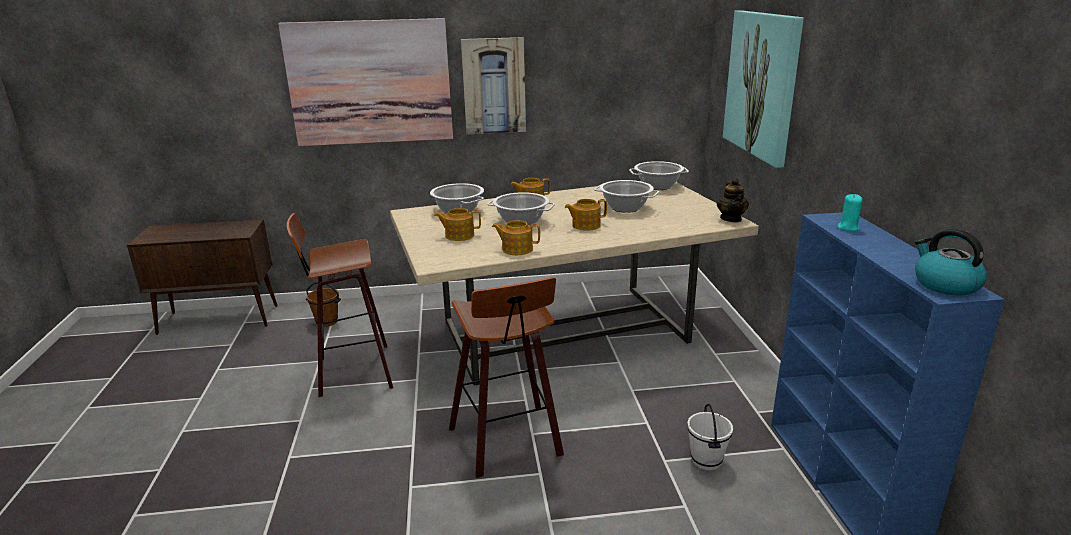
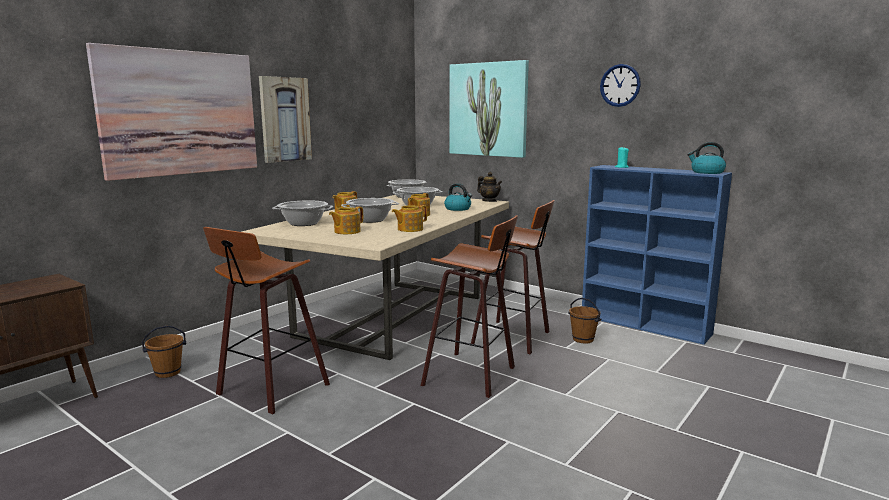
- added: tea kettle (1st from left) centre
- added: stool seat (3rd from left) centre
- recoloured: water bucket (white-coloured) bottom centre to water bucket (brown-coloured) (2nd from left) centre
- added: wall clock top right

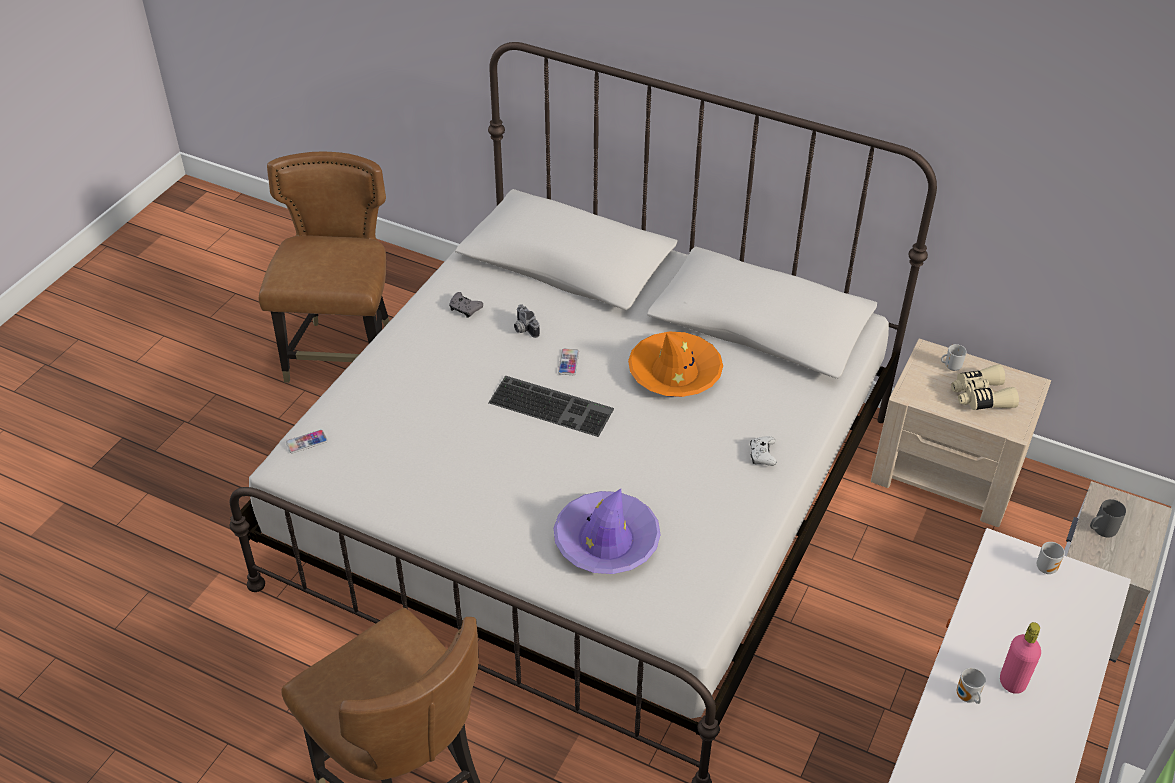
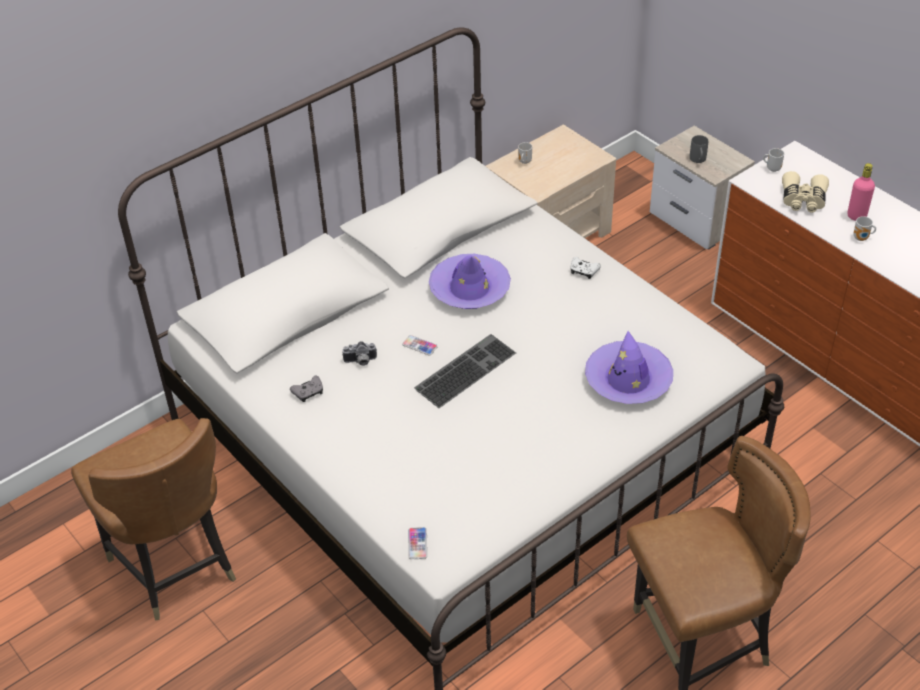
- turned: chair (brown-coloured) (1st from left) middle left = bottom left 150 degrees counterclockwise
- recoloured: clothing hat (orange) centre to clothing hat (purple) (1st from left) centre
- moved: field glasses (sand-coloured) middle right to top right

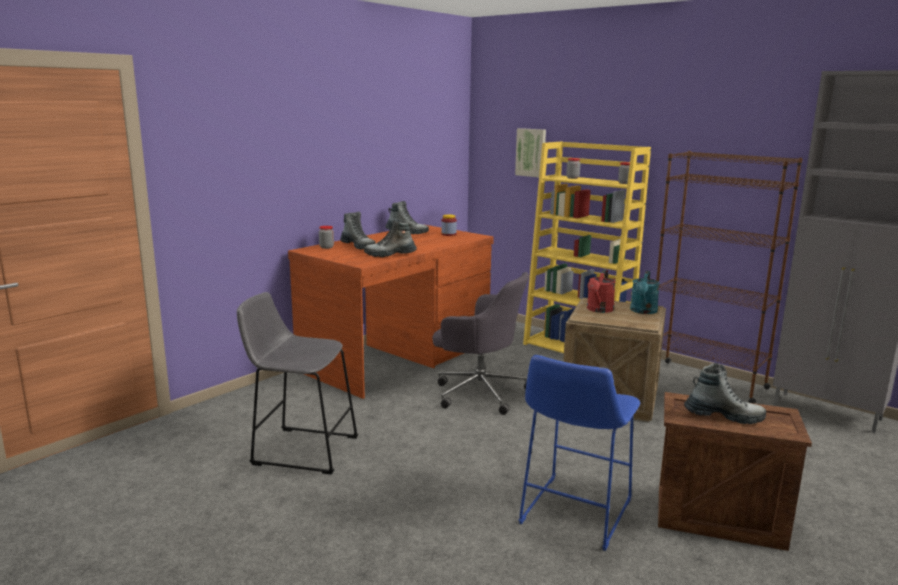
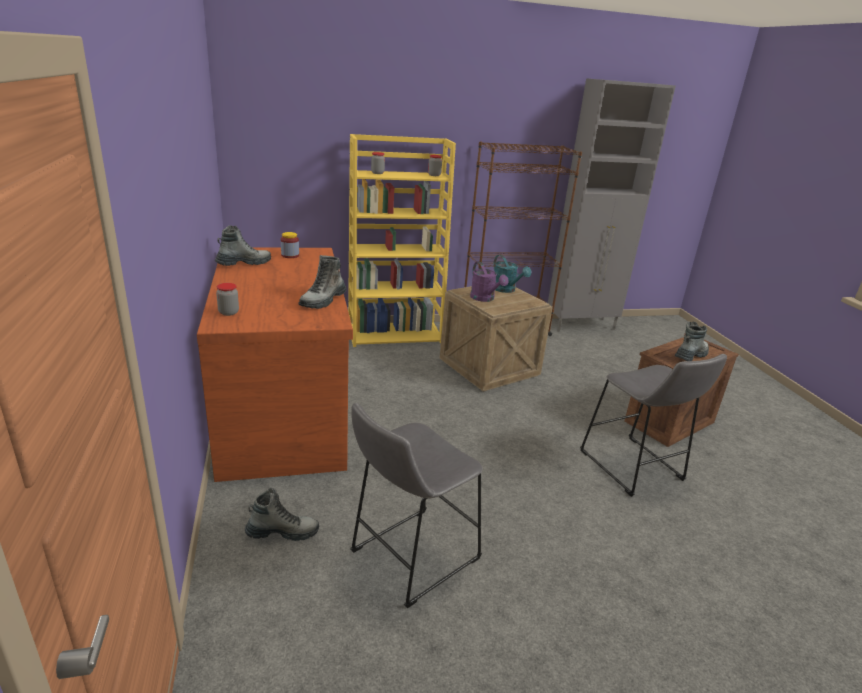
- moved: boot (1st from left in the first image) centre to boot (2nd from left) bottom left
- recoloured: watering pot (red) middle right to watering pot (purple) centre
- recoloured: stool seat (blue-coloured) bottom centre to stool seat (greyish) (2nd from left) middle right
- removed: desk chair (greyish) centre
- removed: wall picture top centre

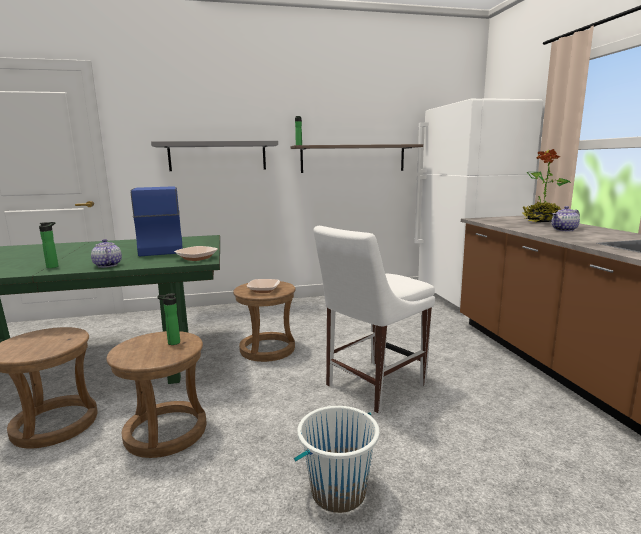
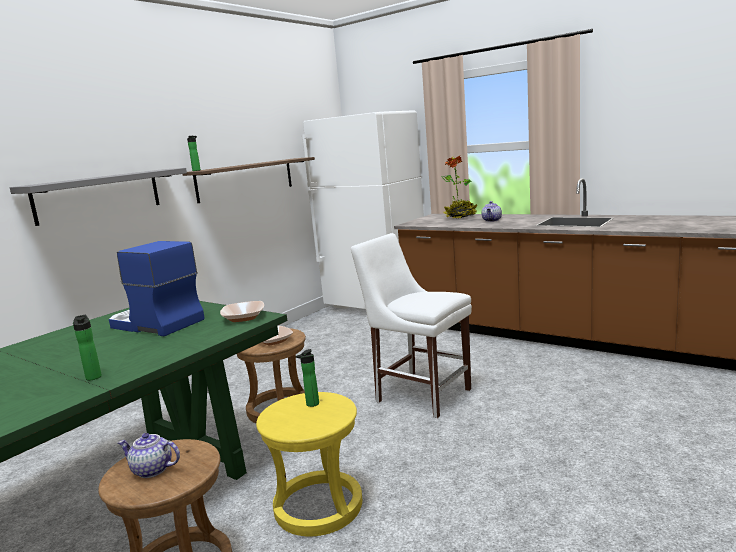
- moved: tea pot (1st from left) middle left to bottom left
- recoloured: stool seat (brown-coloured) (2nd from left) bottom left to stool seat (yellow) bottom centre
- turned: chair (white-coloured) centre = centre 120 degrees clockwise
- removed: water bucket (white-coloured) bottom centre

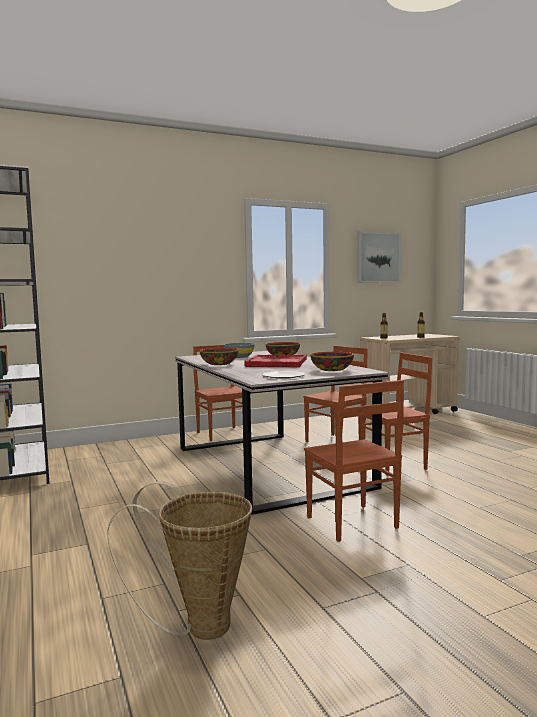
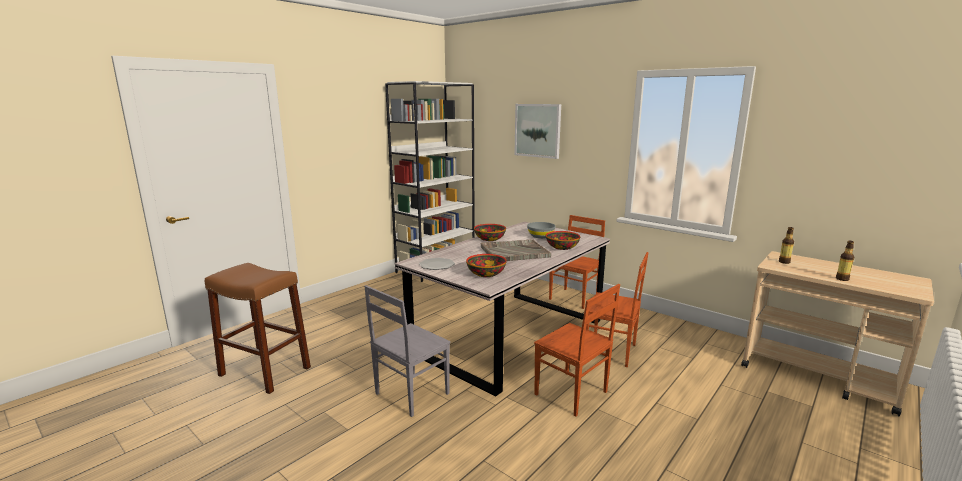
- replaced: storage basket bottom centre to stool seat (brown-coloured) bottom left
- recoloured: chair (brown-coloured) (3rd from left) centre to chair (greyish) bottom centre
- recoloured: tray (red) centre to tray (greyish) centre
- moved: wall picture middle right to top centre

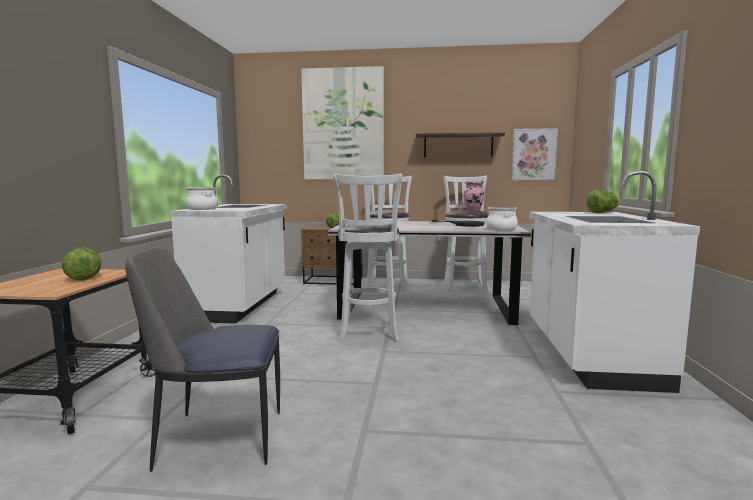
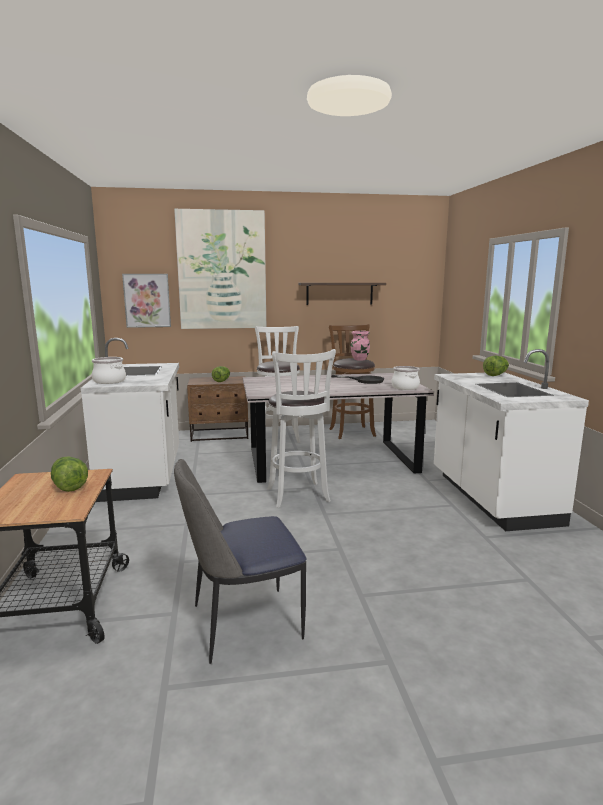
- moved: wall picture (2nd from left in the first image) top right to wall picture (1st from left) middle left
- recoloured: stool seat (white-coloured) (3rd from left) centre to stool seat (brown-coloured) centre

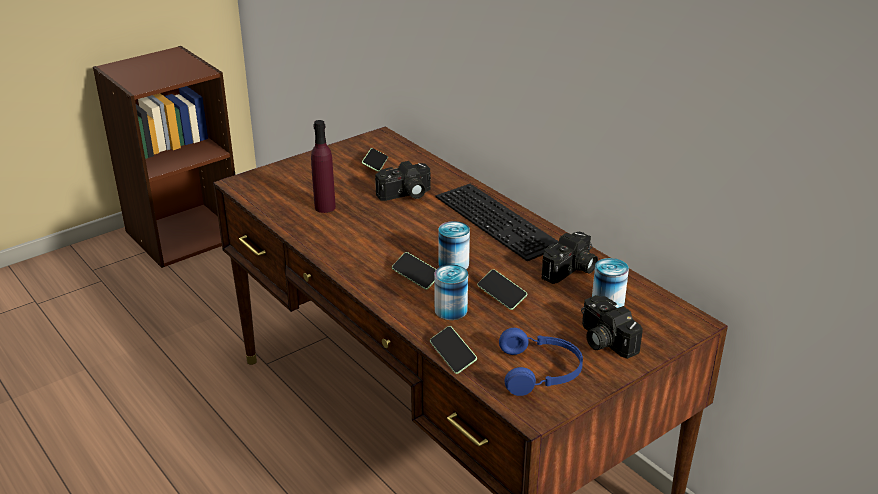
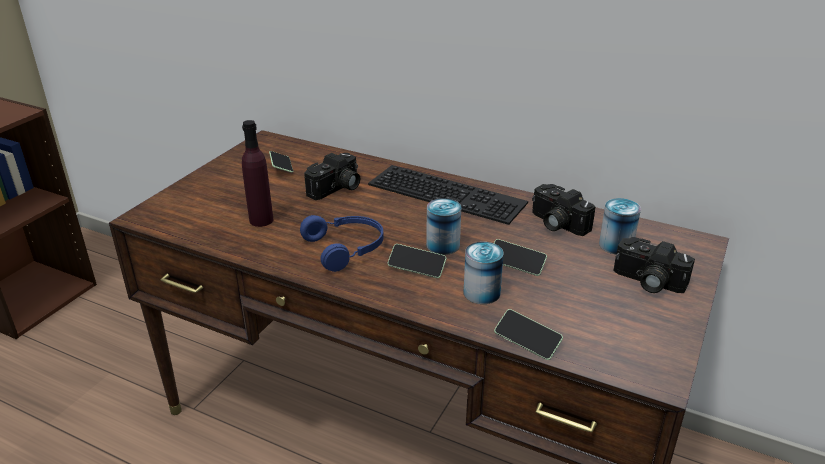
- moved: headset (blue-coloured) bottom centre to centre
- turned: still camera (2nd from left) centre = middle right 120 degrees clockwise

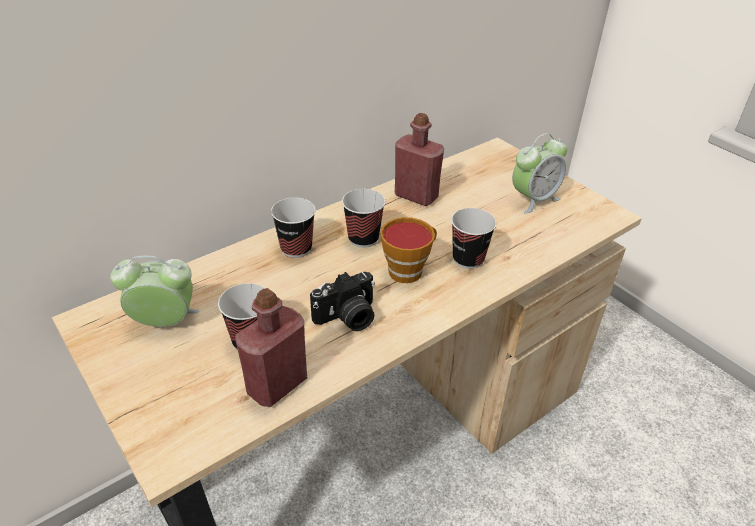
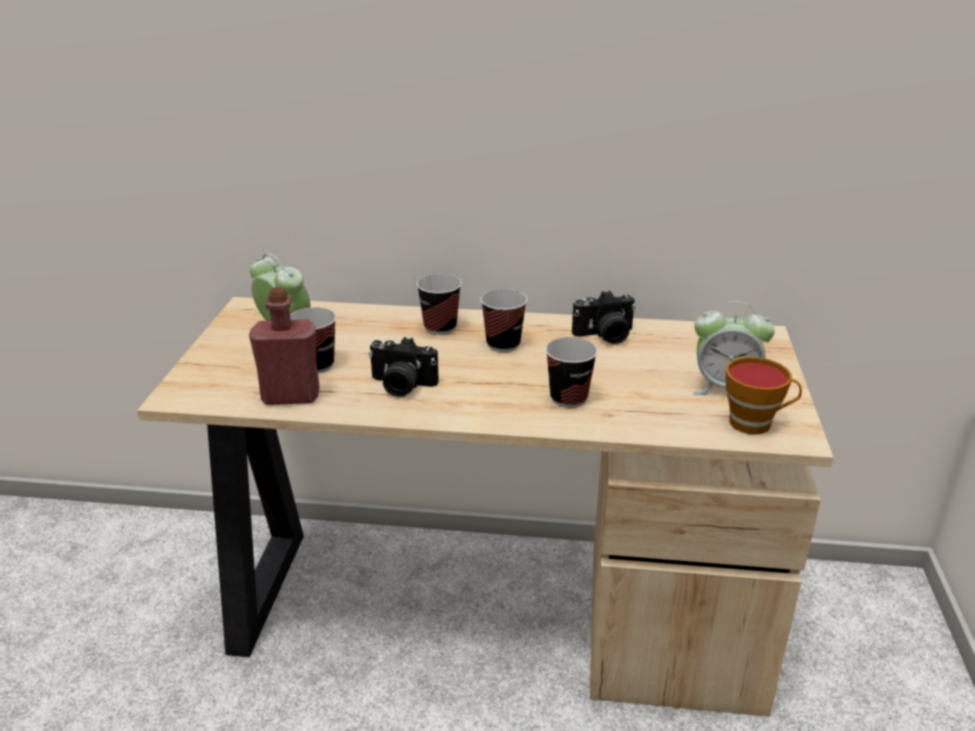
- replaced: drink bottle (red) (2nd from left) top centre to still camera (2nd from left) centre
- moved: cup (4th from left in the first image) centre to cup (5th from left) middle right

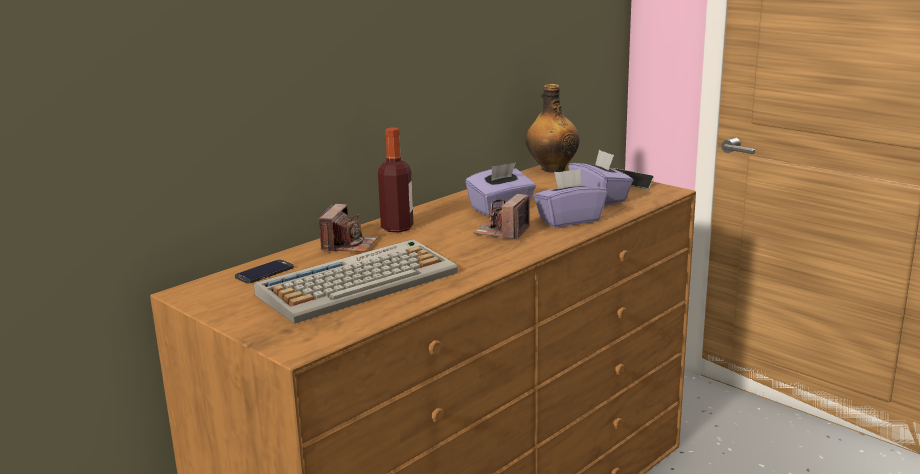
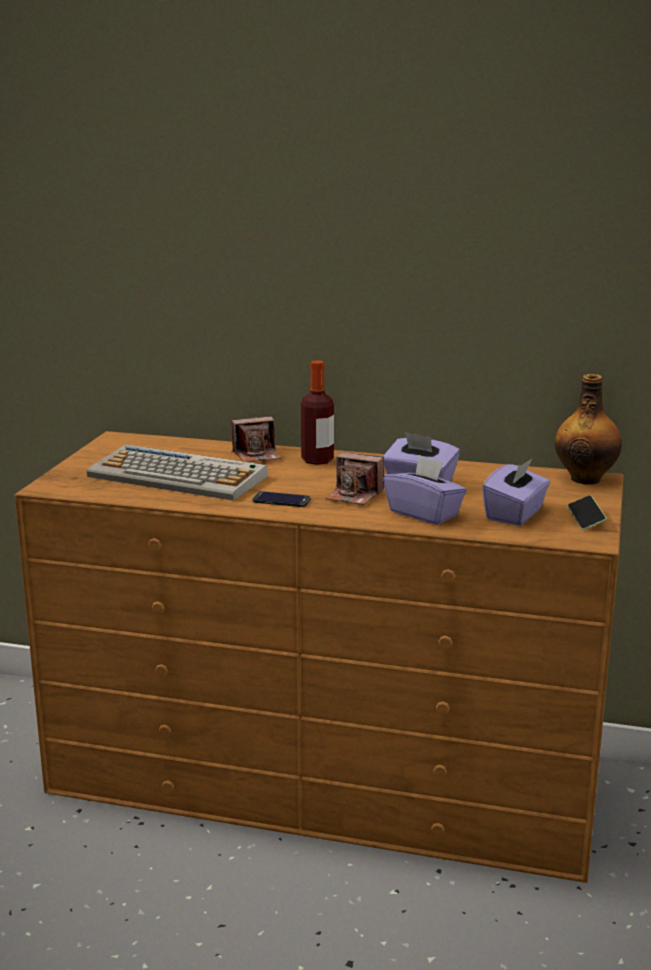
- moved: phone (1st from left) middle left to centre
- turned: still camera (2nd from left) centre = centre 150 degrees counterclockwise

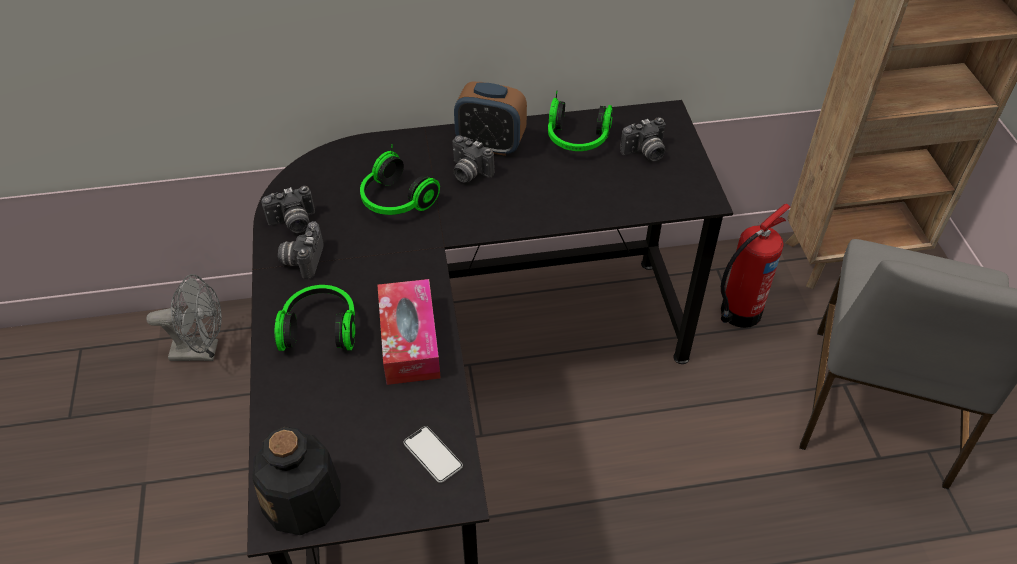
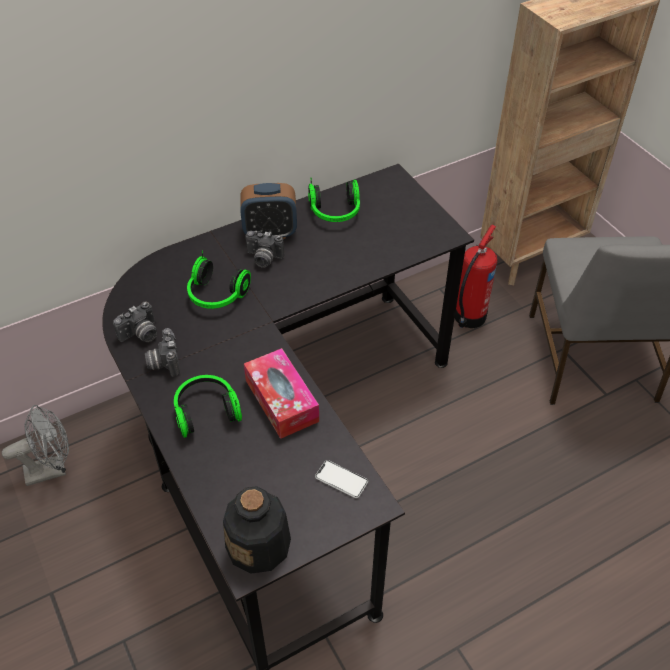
- removed: still camera (4th from left) top centre

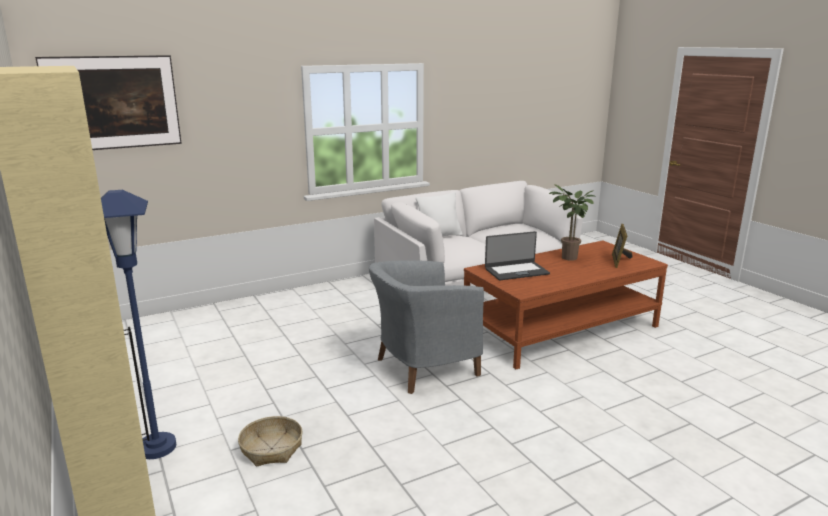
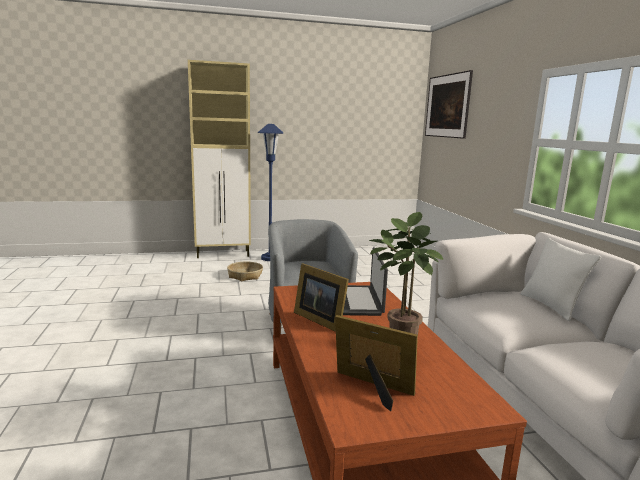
- added: photo frame (1st from left) centre

